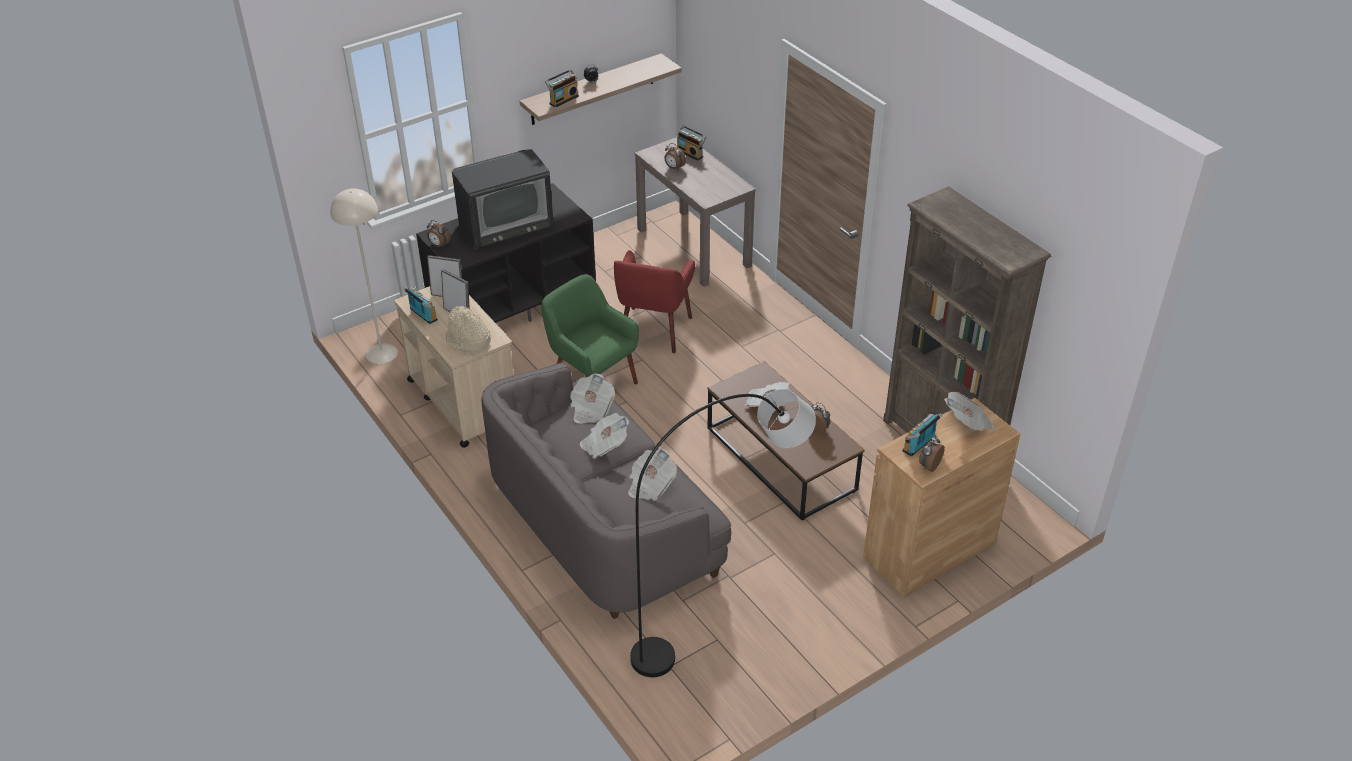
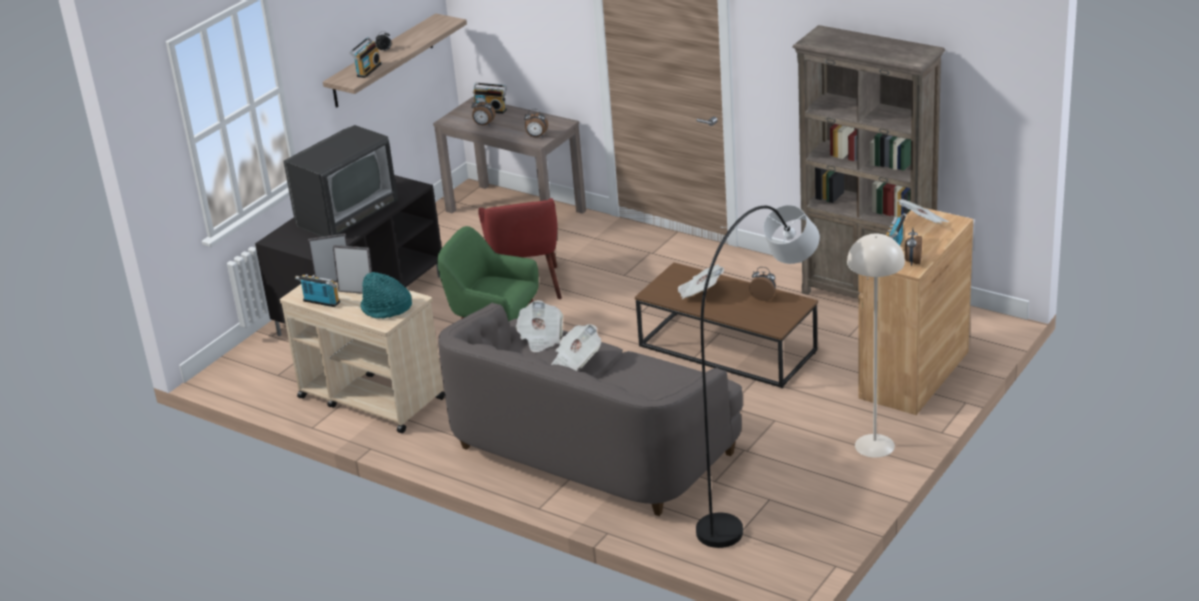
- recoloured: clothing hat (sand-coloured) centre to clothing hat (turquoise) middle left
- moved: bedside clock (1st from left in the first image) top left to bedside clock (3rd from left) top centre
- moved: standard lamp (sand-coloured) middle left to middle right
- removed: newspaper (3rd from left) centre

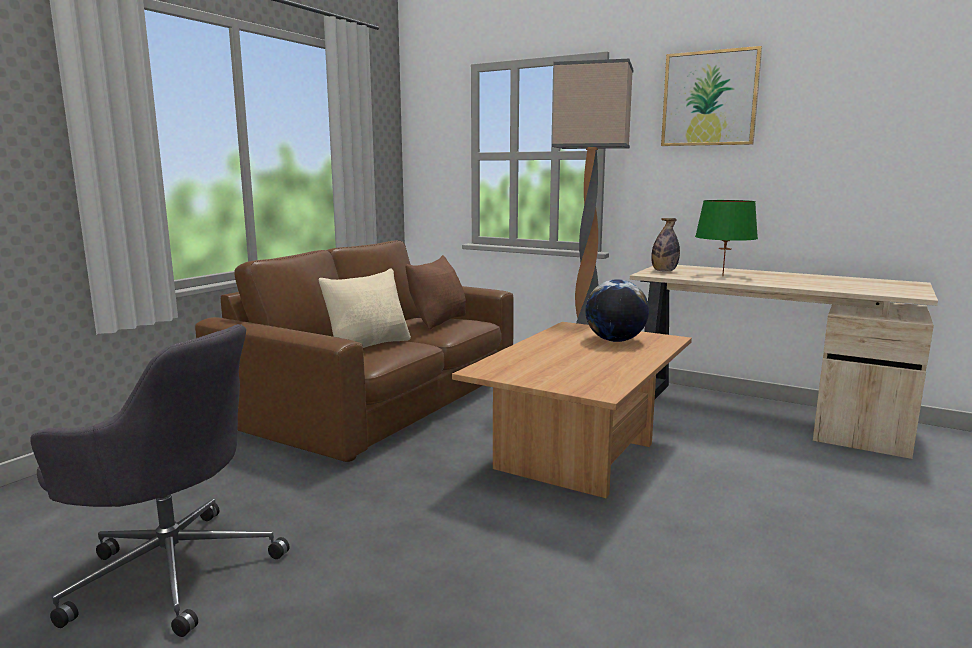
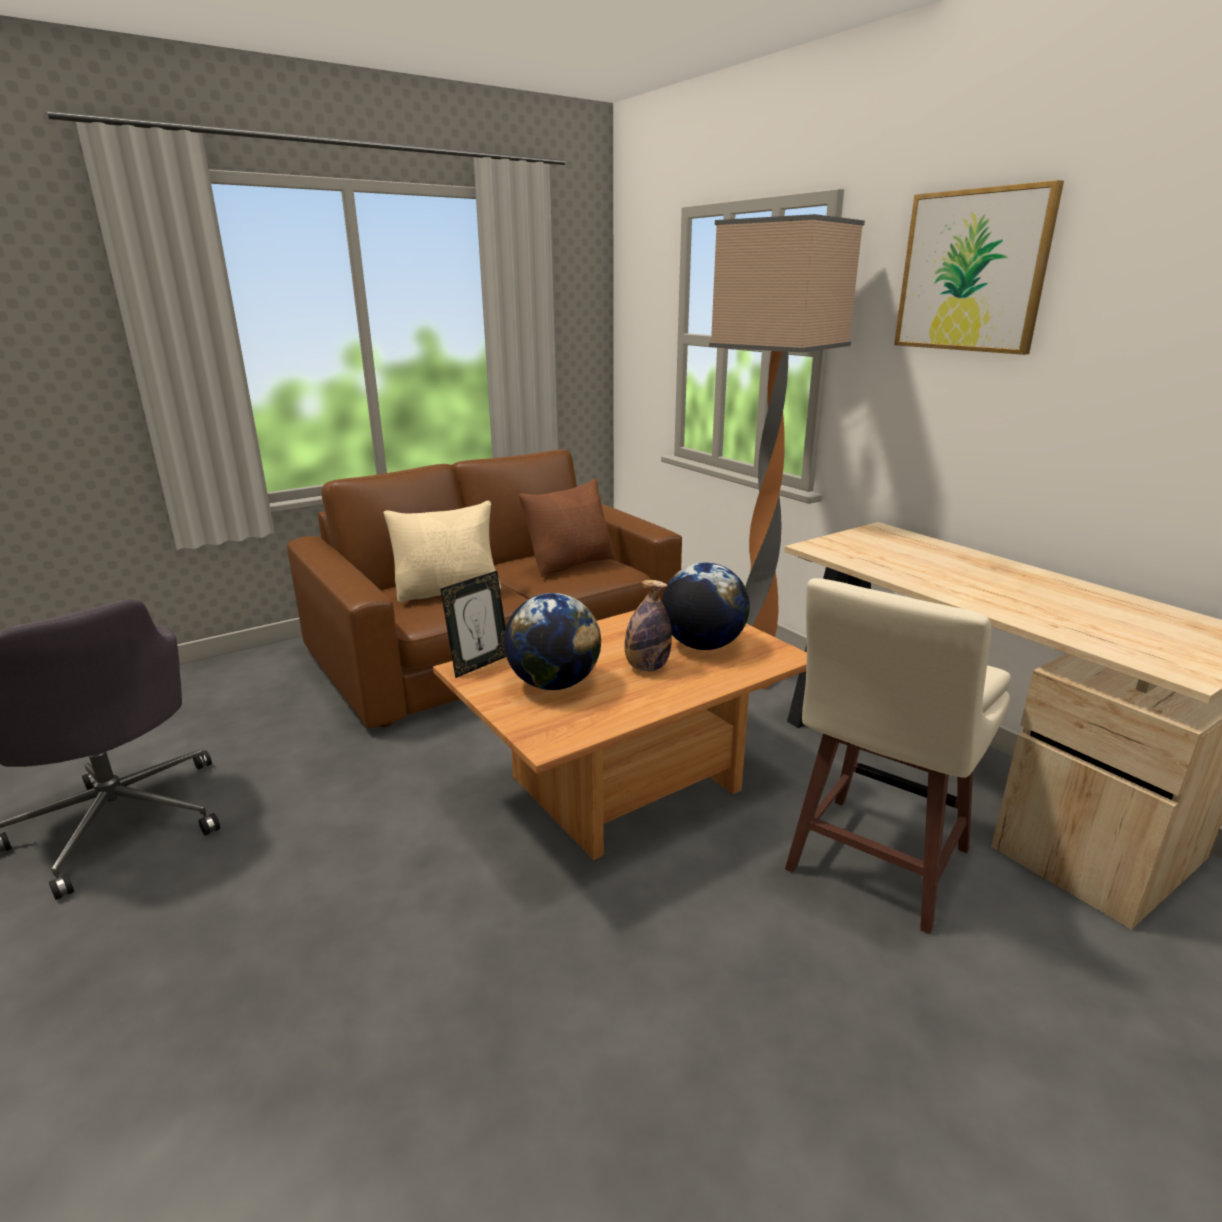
- added: photo frame centre
- added: desk globe (1st from left) centre
- moved: drink bottle middle right to centre
- added: stool seat (sand-coloured) middle right
- removed: table lamp (green) middle right

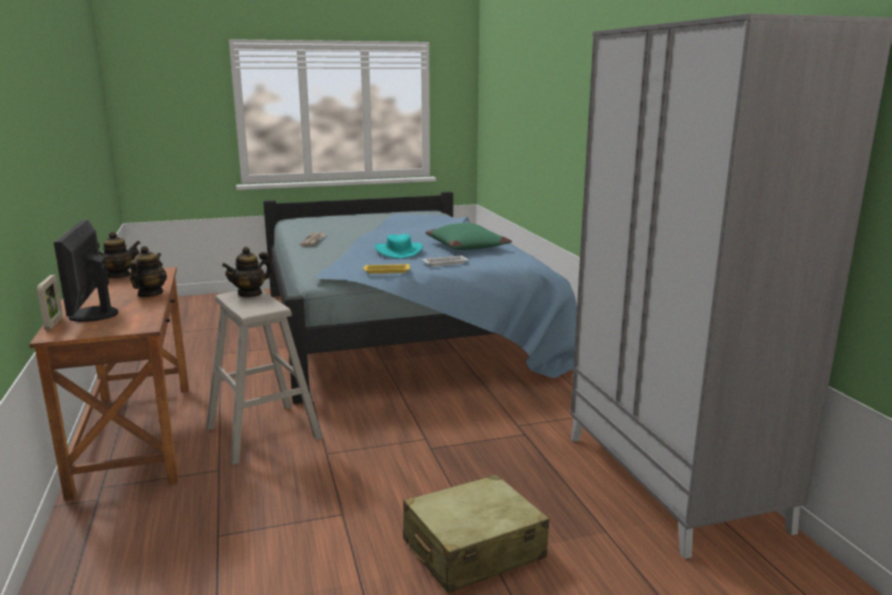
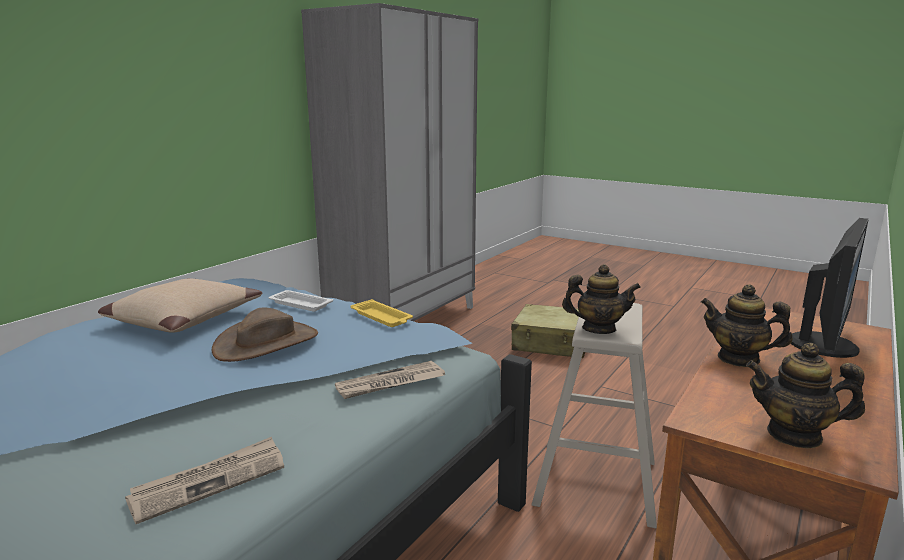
- recoloured: throw pillow (green) centre to throw pillow (sand-coloured) middle left
- recoloured: clothing hat (turquoise) centre to clothing hat (brown-coloured) middle left
- added: newspaper (2nd from left) bottom centre
- turned: tea pot (2nd from left) middle left = middle right 60 degrees clockwise
- removed: photo frame middle left

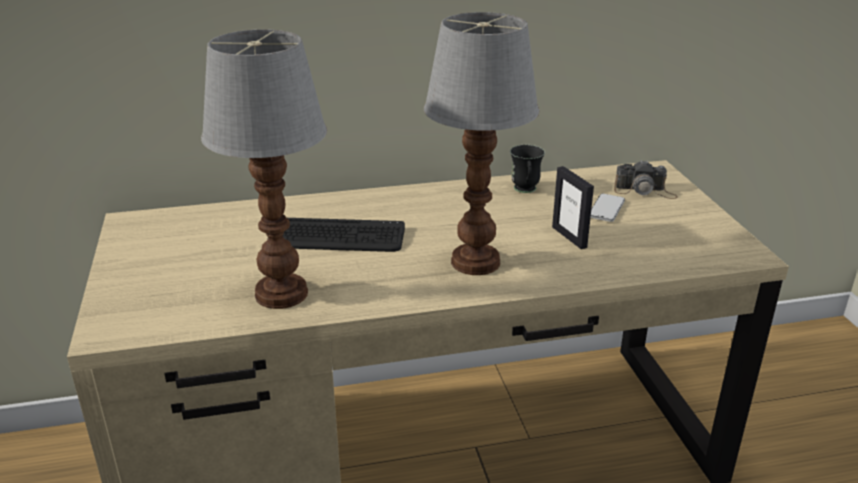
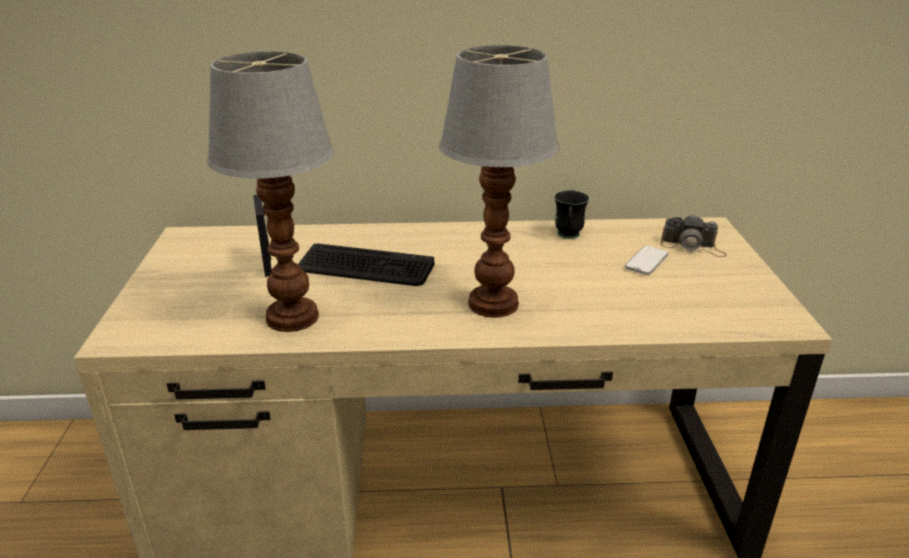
- moved: photo frame middle right to middle left

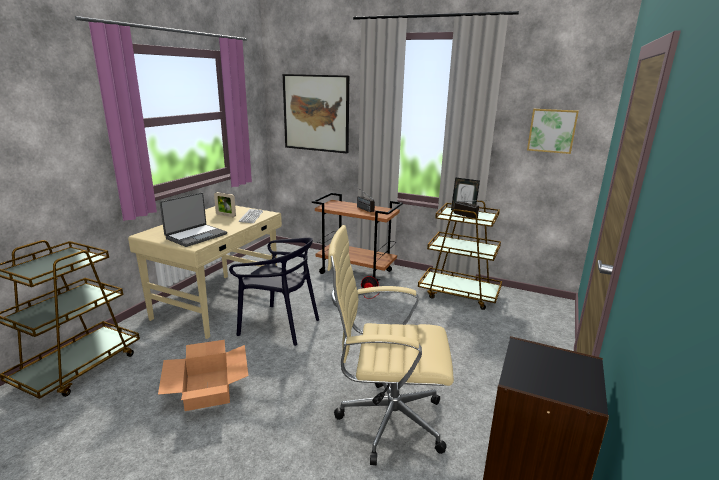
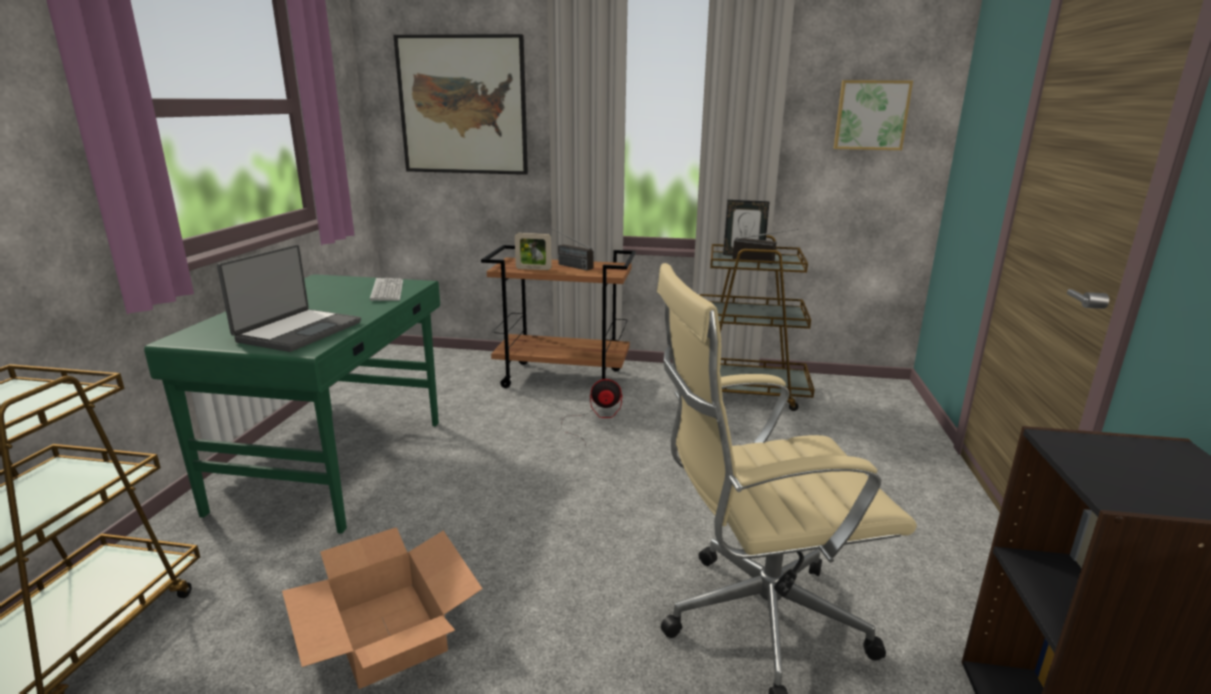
- recoloured: desk (sand-coloured) middle left to desk (green) middle left
- moved: photo frame (1st from left) middle left to centre
- removed: chair (black) centre

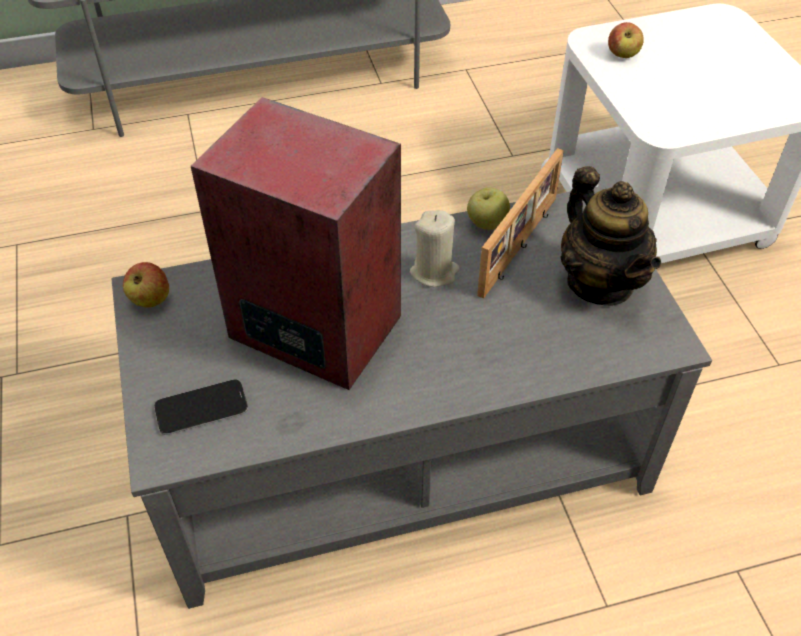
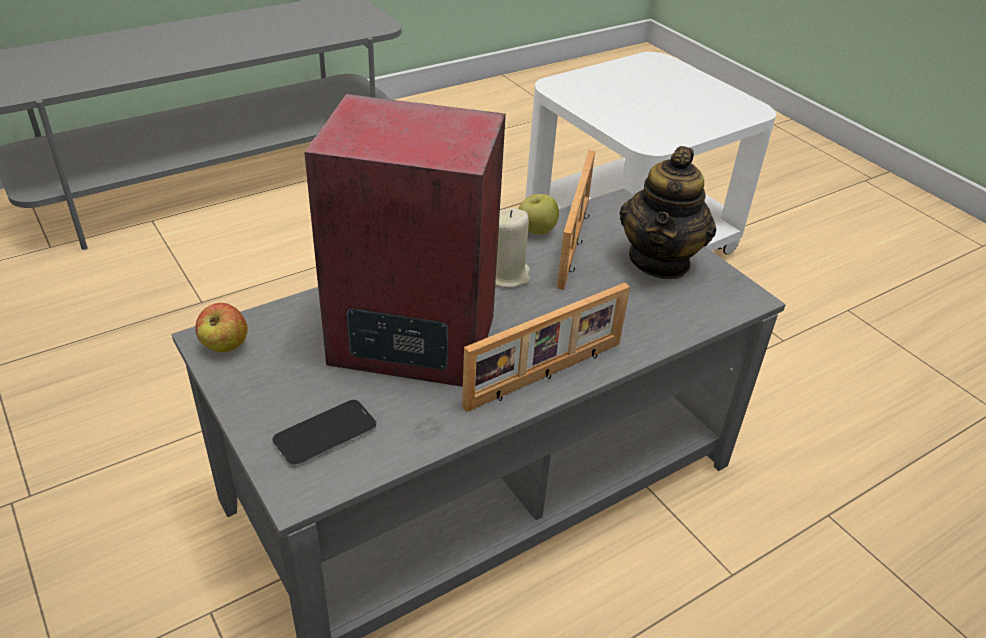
- added: photo frame (1st from left) centre
- turned: tea pot middle right = top right 60 degrees clockwise
- removed: whole apple (3rd from left) top right

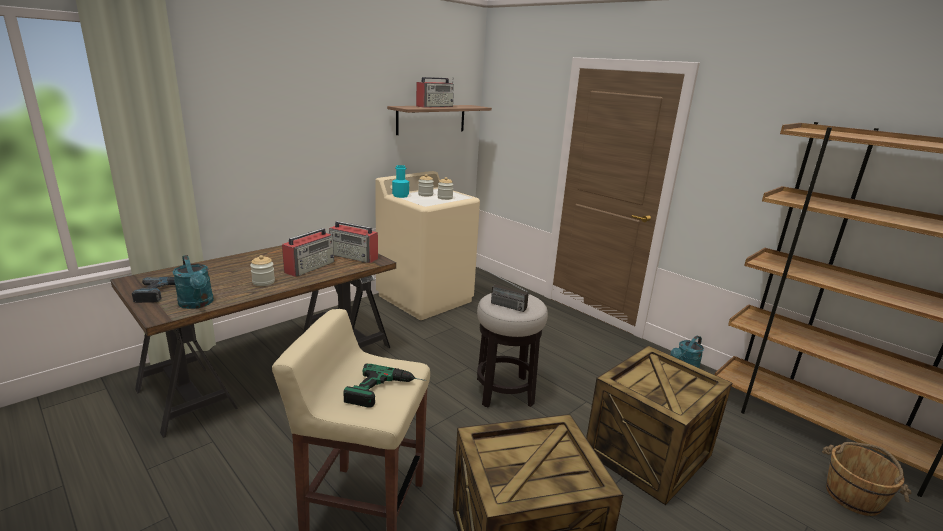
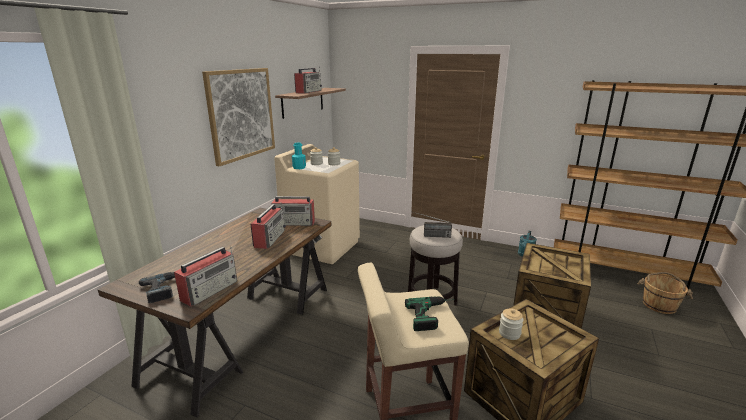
- replaced: watering pot (turquoise) (1st from left) middle left to radio set (1st from left) middle left
- added: wall picture top left
- moved: storage jar (1st from left in the first image) middle left to storage jar (3rd from left) bottom right

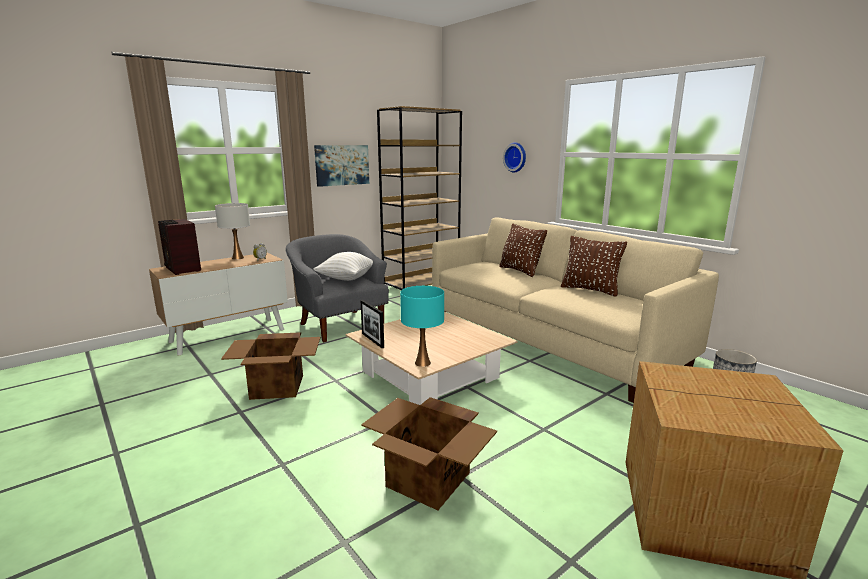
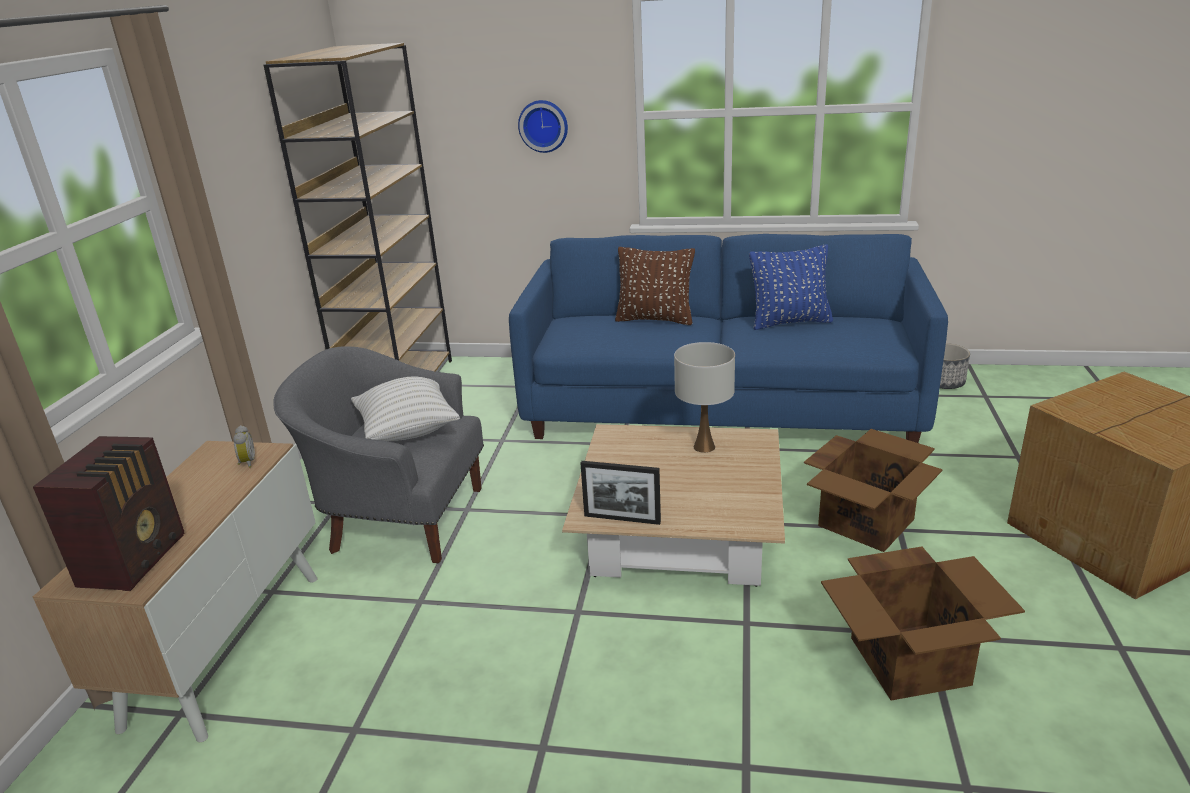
- turned: radio set middle left = middle left 90 degrees counterclockwise
- recoloured: couch (sand-coloured) centre to couch (blue-coloured) centre
- moved: table lamp (white-coloured) middle left to centre
- recoloured: throw pillow (brown-coloured) (2nd from left) middle right to throw pillow (blue-coloured) centre
- moved: cardboard box (1st from left) middle left to middle right
- removed: wall picture top centre
- removed: table lamp (turquoise) centre

